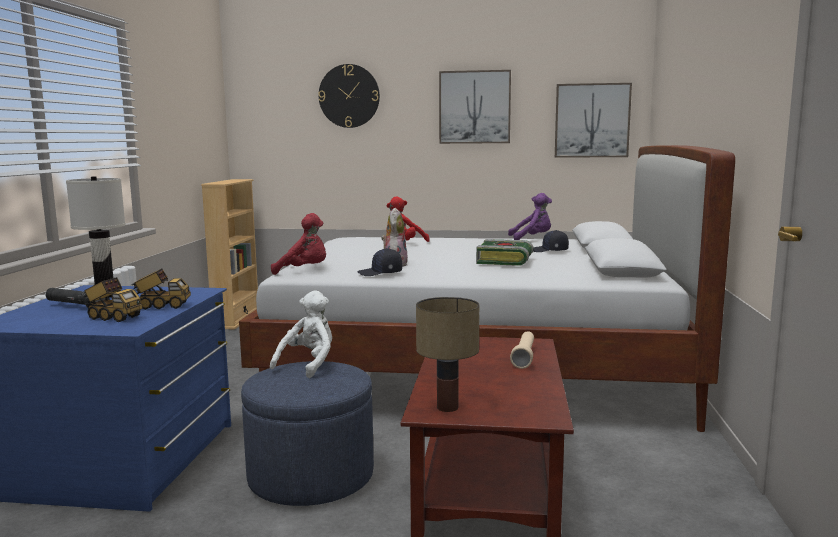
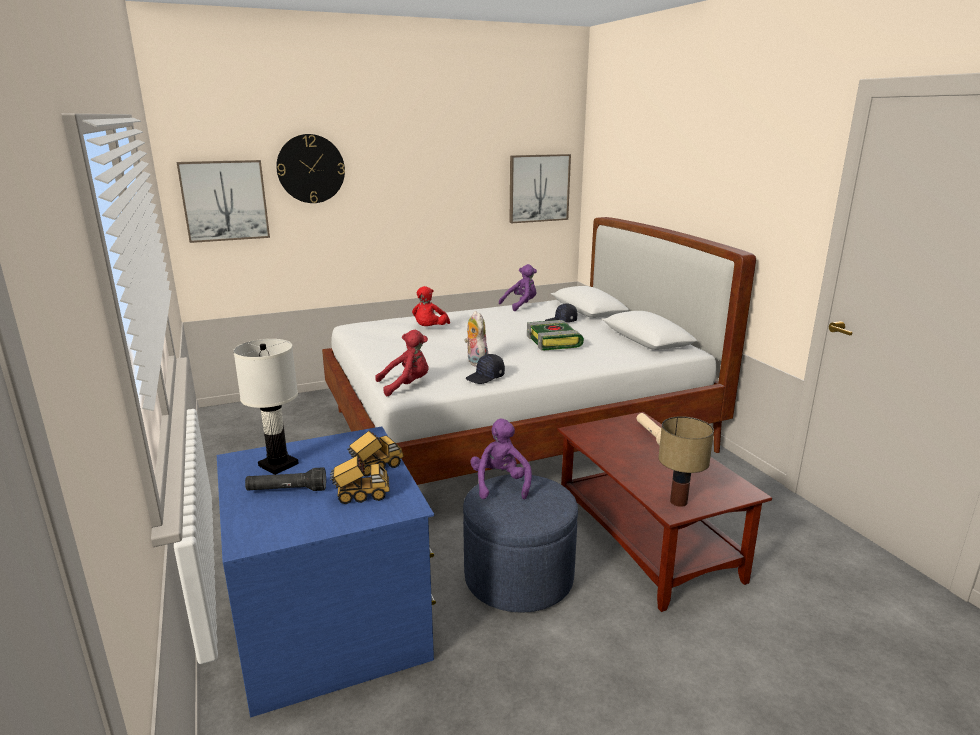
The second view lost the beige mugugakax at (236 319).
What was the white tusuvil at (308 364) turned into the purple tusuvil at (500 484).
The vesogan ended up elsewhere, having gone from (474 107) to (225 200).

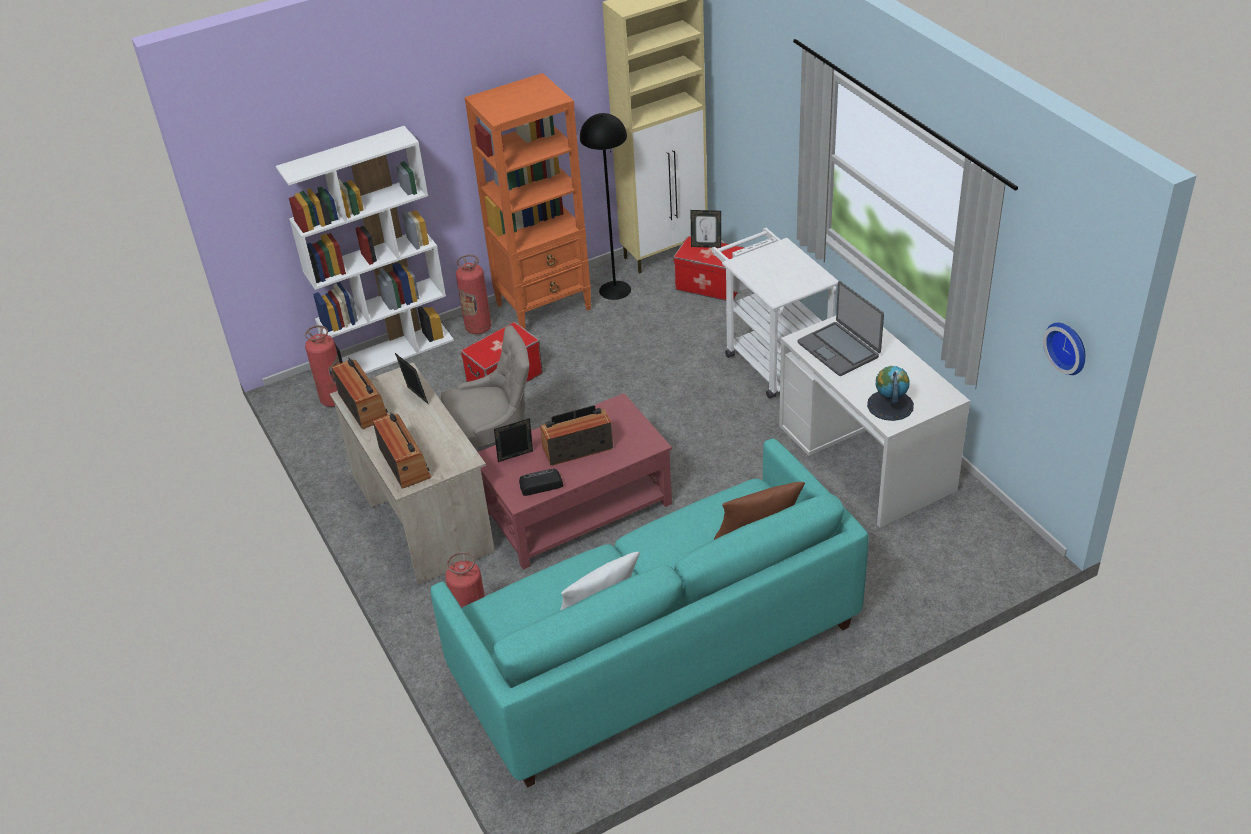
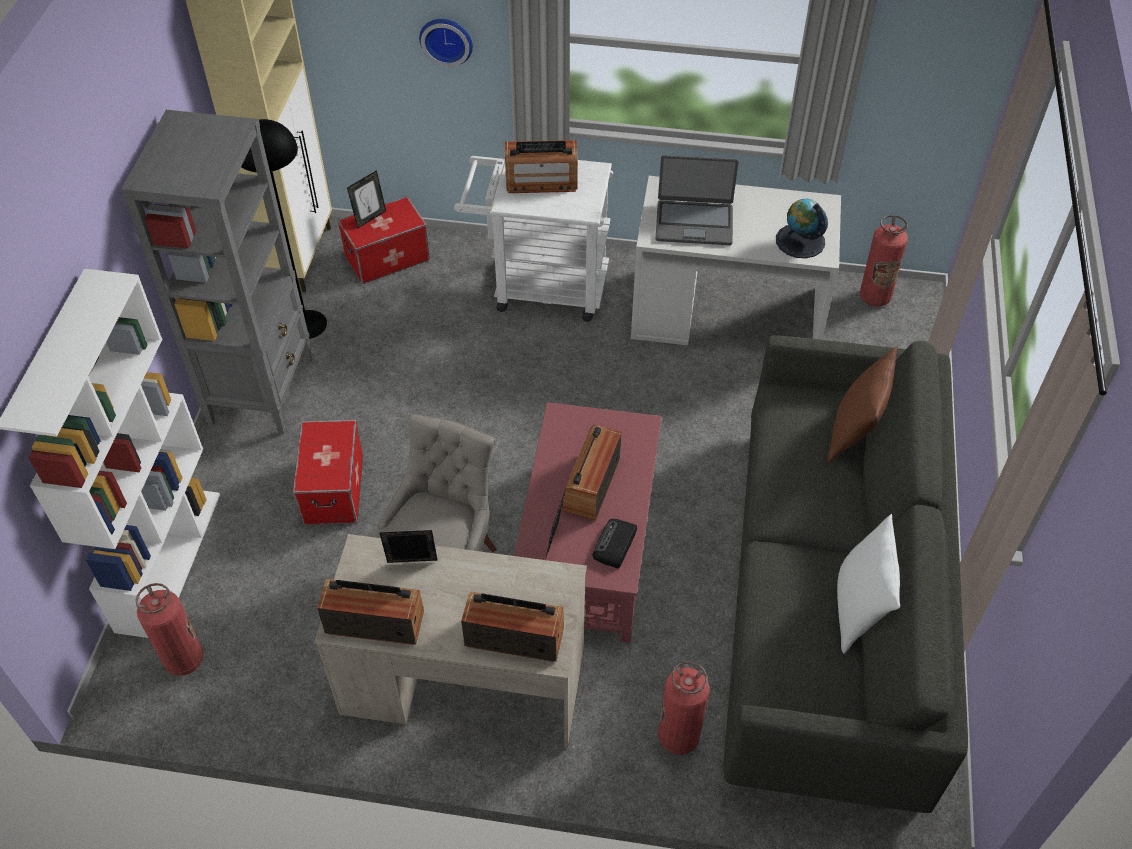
What was the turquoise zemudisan at (656 651) turned into the grey zemudisan at (829 604).
The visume ended up elsewhere, having gone from (478 328) to (874 297).
What was the orange mugugakax at (544 307) turned into the grey mugugakax at (262 390).
The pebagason ended up elsewhere, having gone from (1068 347) to (447 39).
The second view gained the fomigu at (541 181).

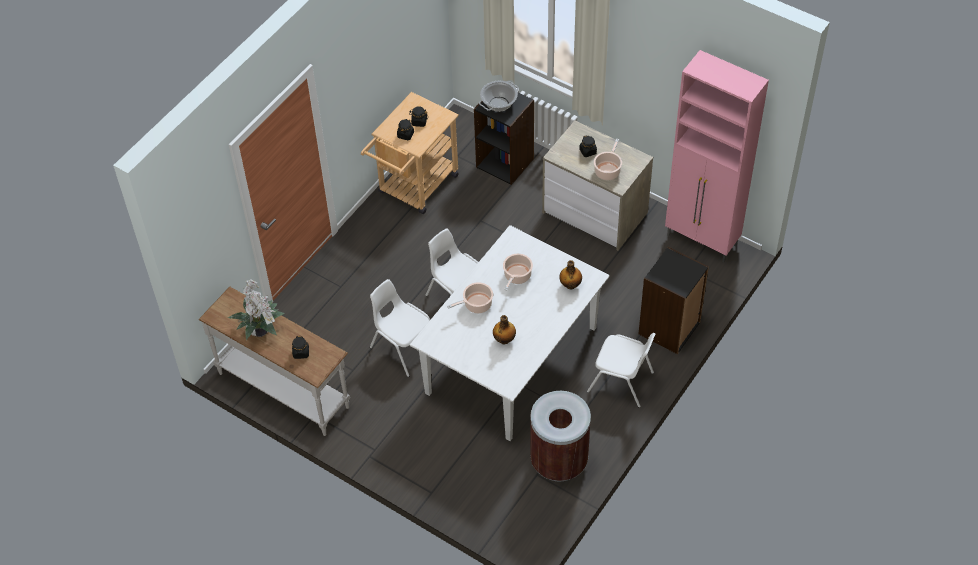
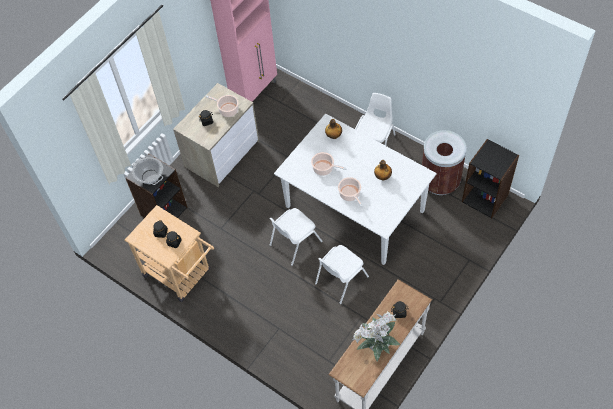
The black mugugakax ended up elsewhere, having gone from (670 328) to (485 198).

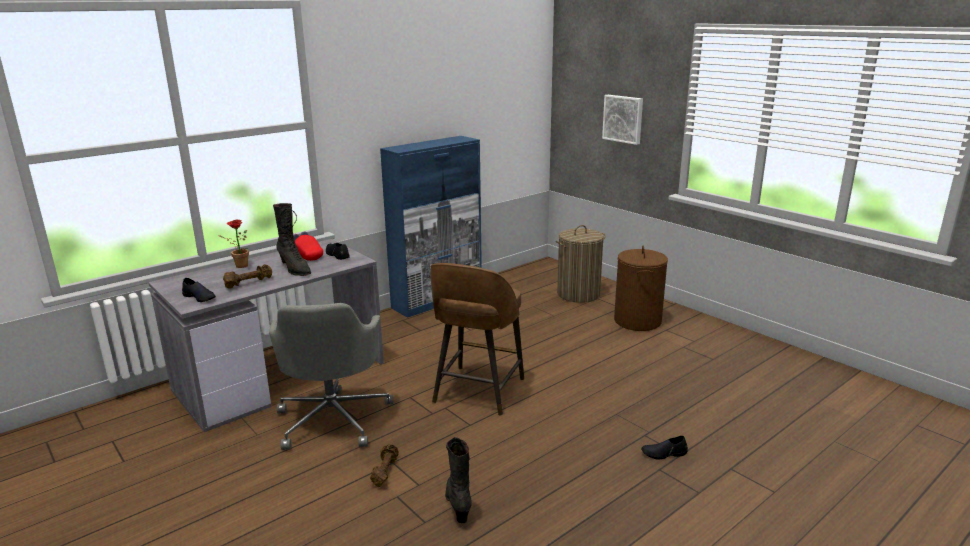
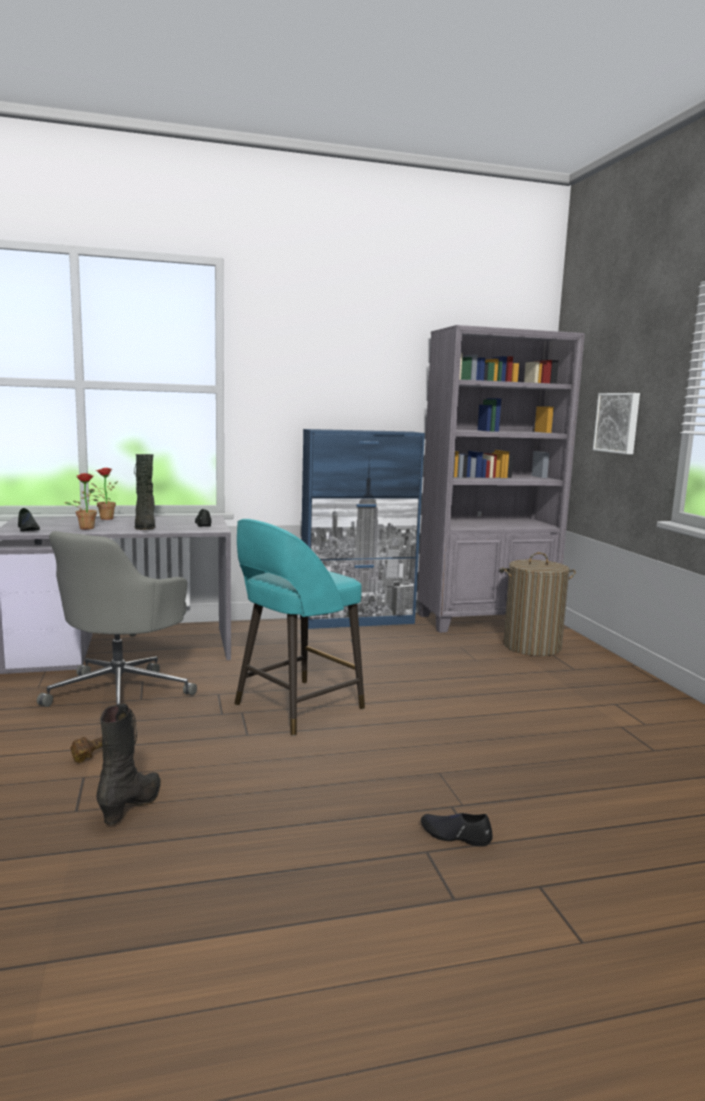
Where the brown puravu stood at (248 283), the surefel came to stand at (86 527).
The second view lost the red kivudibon at (306 256).
What was the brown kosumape at (477 392) turned into the turquoise kosumape at (295 707).
The second view lost the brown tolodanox at (637 321).
The second view gained the grey mugugakax at (486 621).

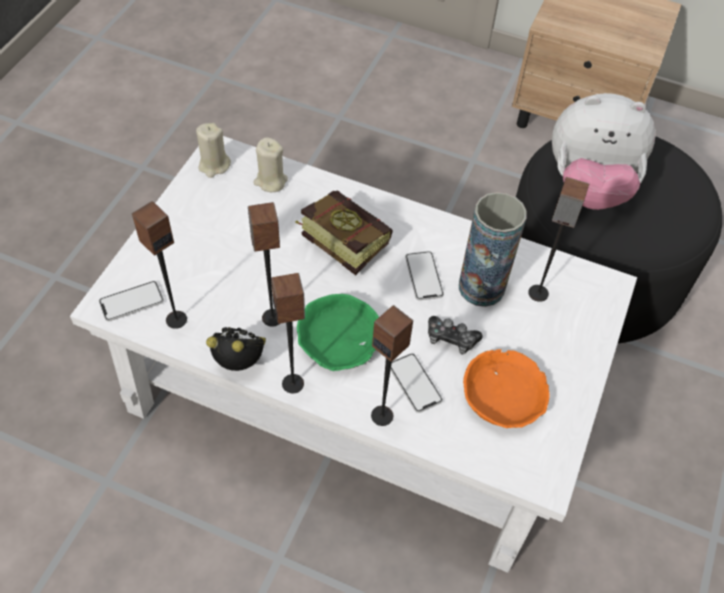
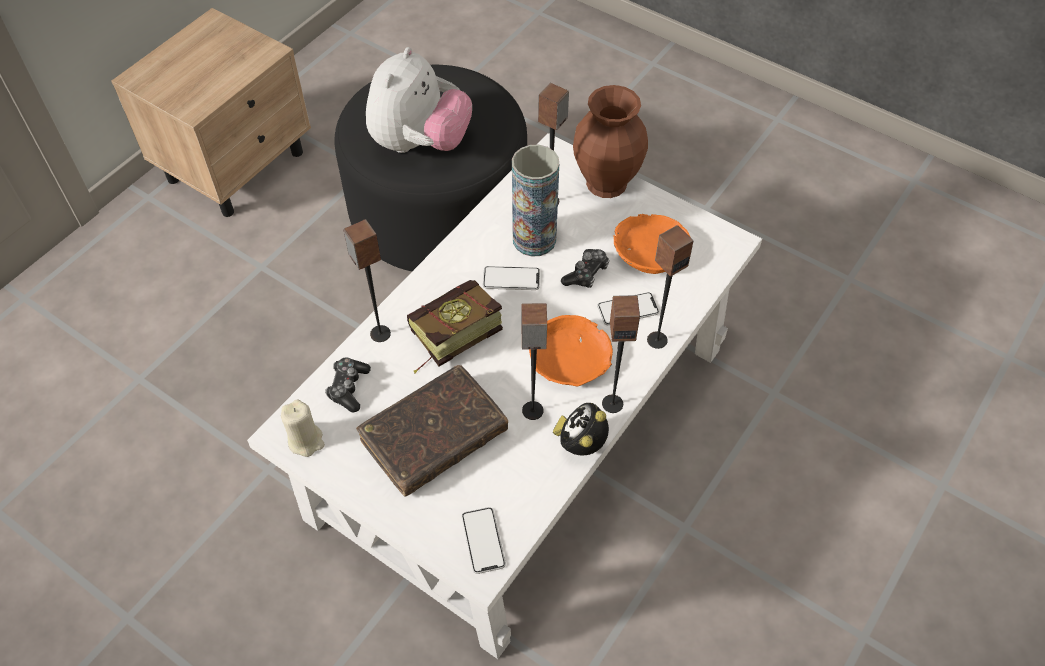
The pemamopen ended up elsewhere, having gone from (176 319) to (380 334).
Where the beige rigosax stood at (270 181), the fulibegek came to stand at (348 388).
What was the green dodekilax at (338 340) turned into the orange dodekilax at (570 359).
The second view gained the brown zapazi at (434 437).
The second view gained the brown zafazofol at (608 183).

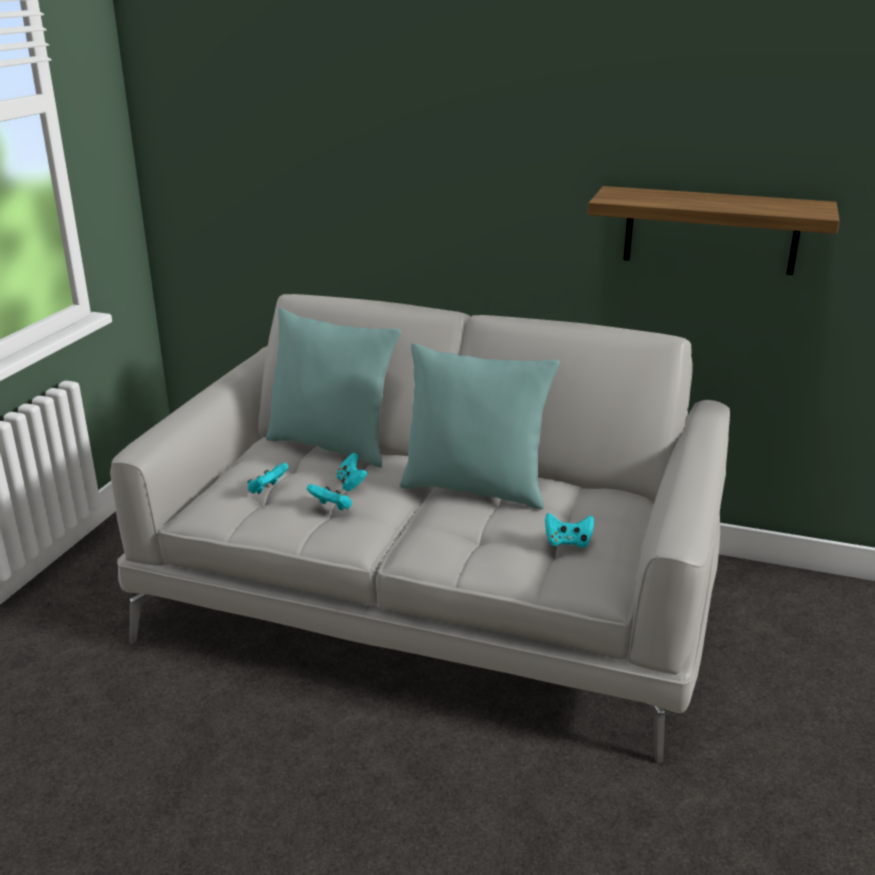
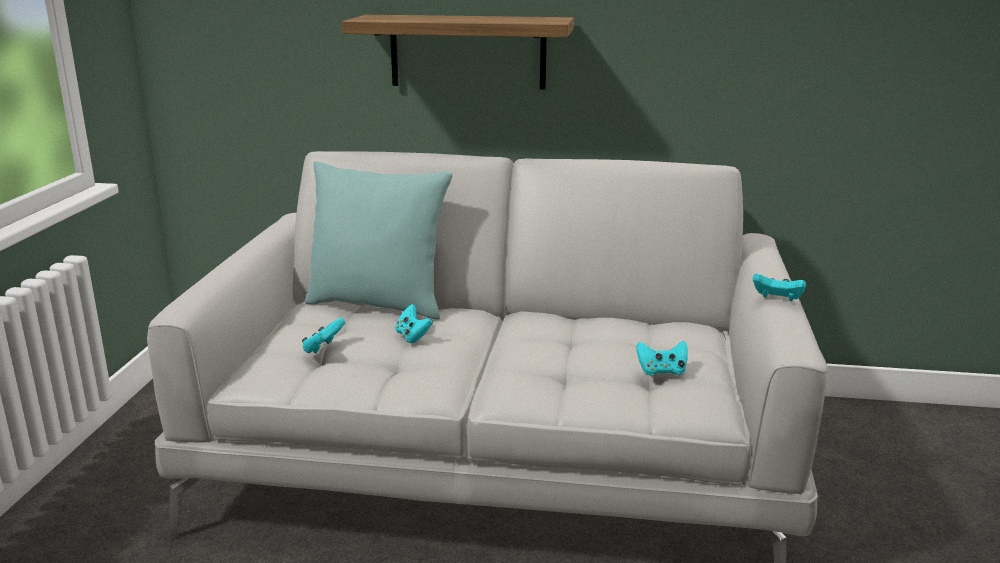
The turquoise fulibegek ended up elsewhere, having gone from (331 508) to (777 299).
The second view lost the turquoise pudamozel at (475 488).
The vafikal ended up elsewhere, having gone from (710 230) to (468 52).

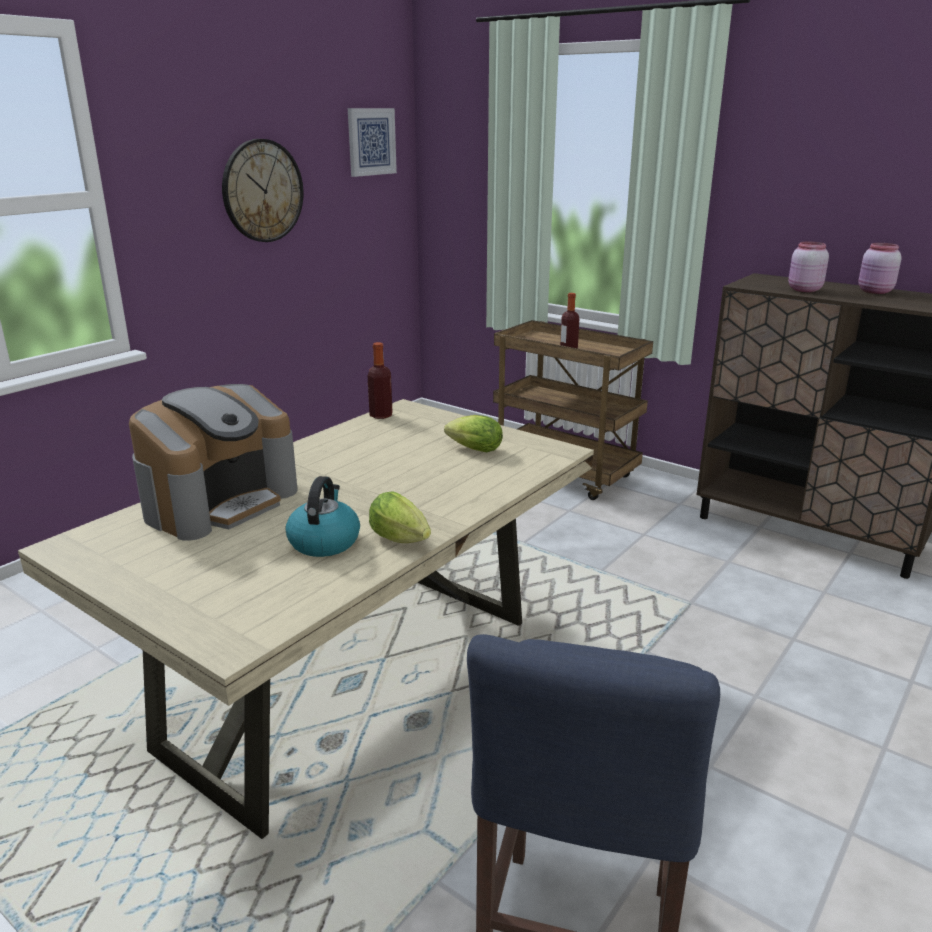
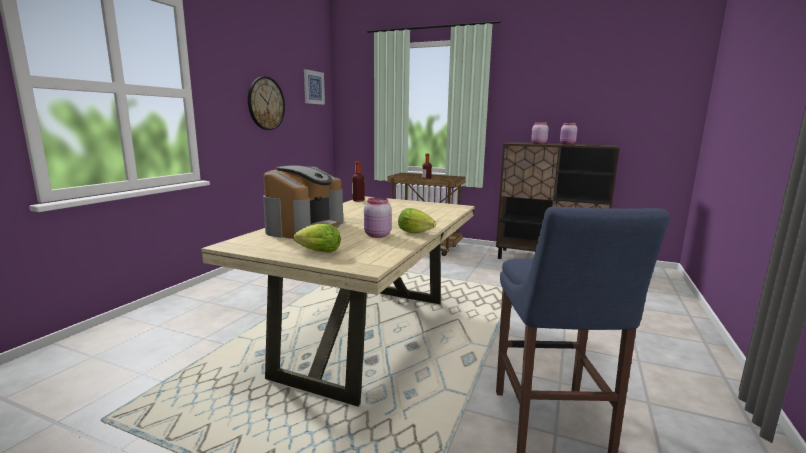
Where the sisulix stood at (324 541), the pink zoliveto came to stand at (377 235).
The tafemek ended up elsewhere, having gone from (472 449) to (317 252).

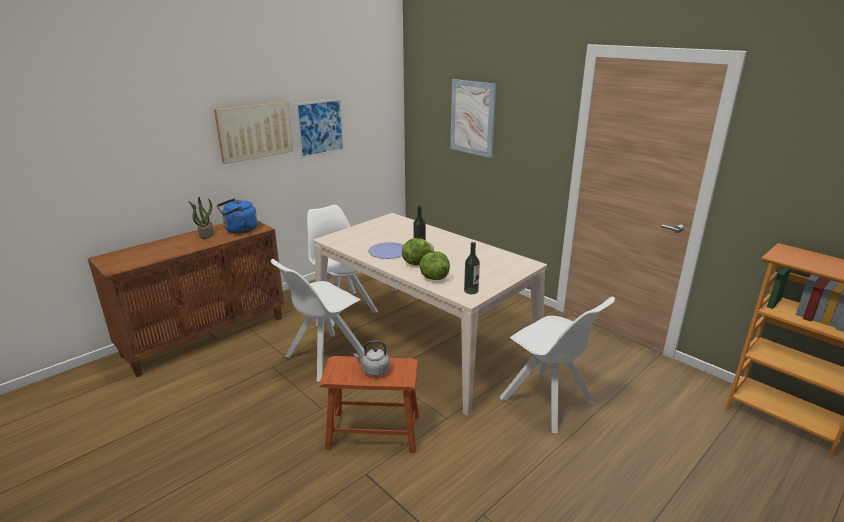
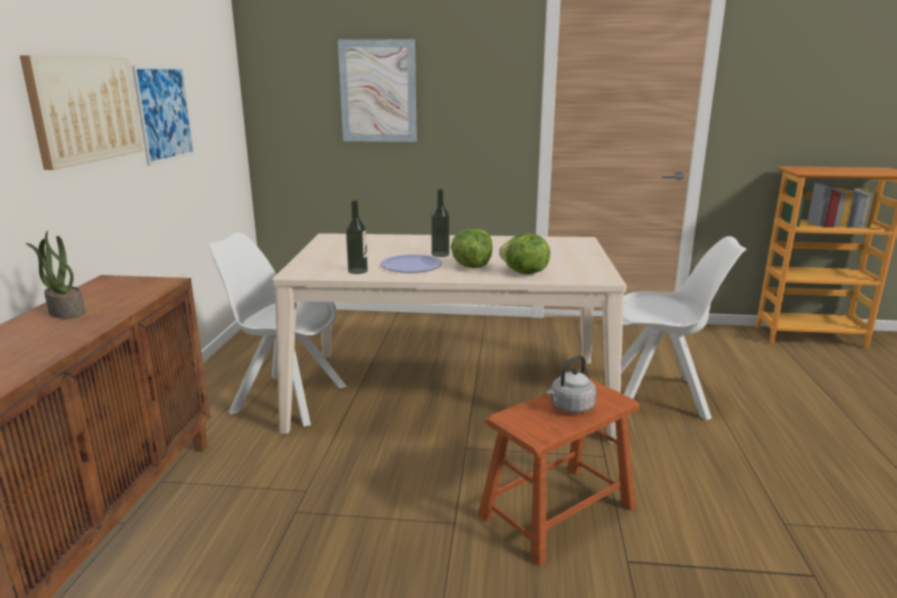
The second view lost the blue sisulix at (239 230).
The second view lost the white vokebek at (324 357).
The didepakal ended up elsewhere, having gone from (471 291) to (358 271).

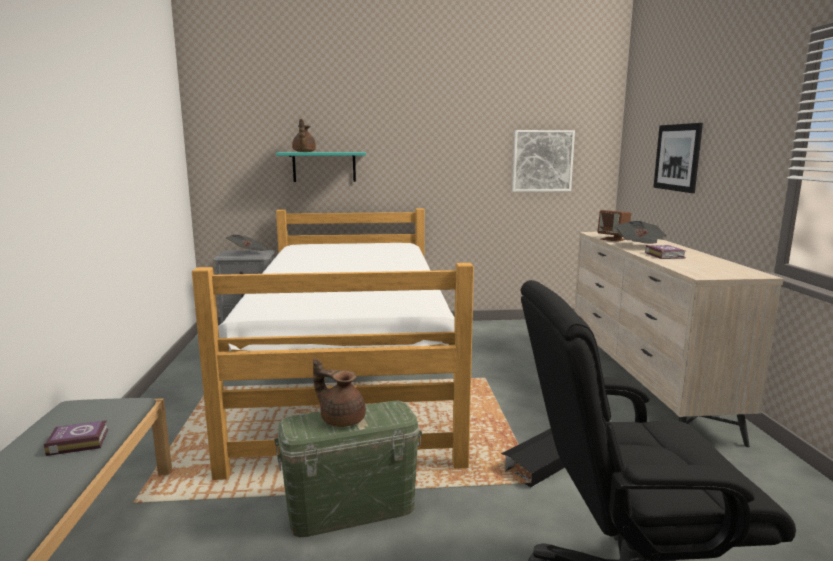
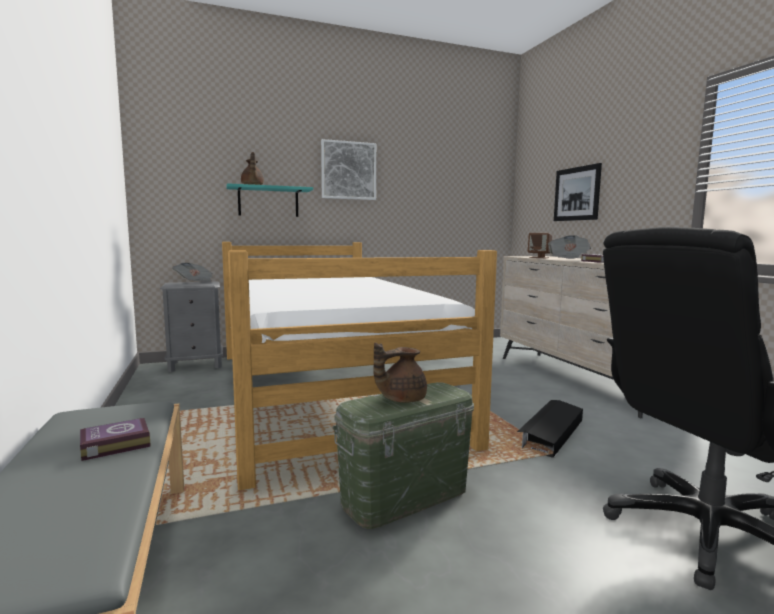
The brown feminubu at (341 419) ended up facing another way, 45 degrees counterclockwise from before.
The vesogan ended up elsewhere, having gone from (542 161) to (348 170).

